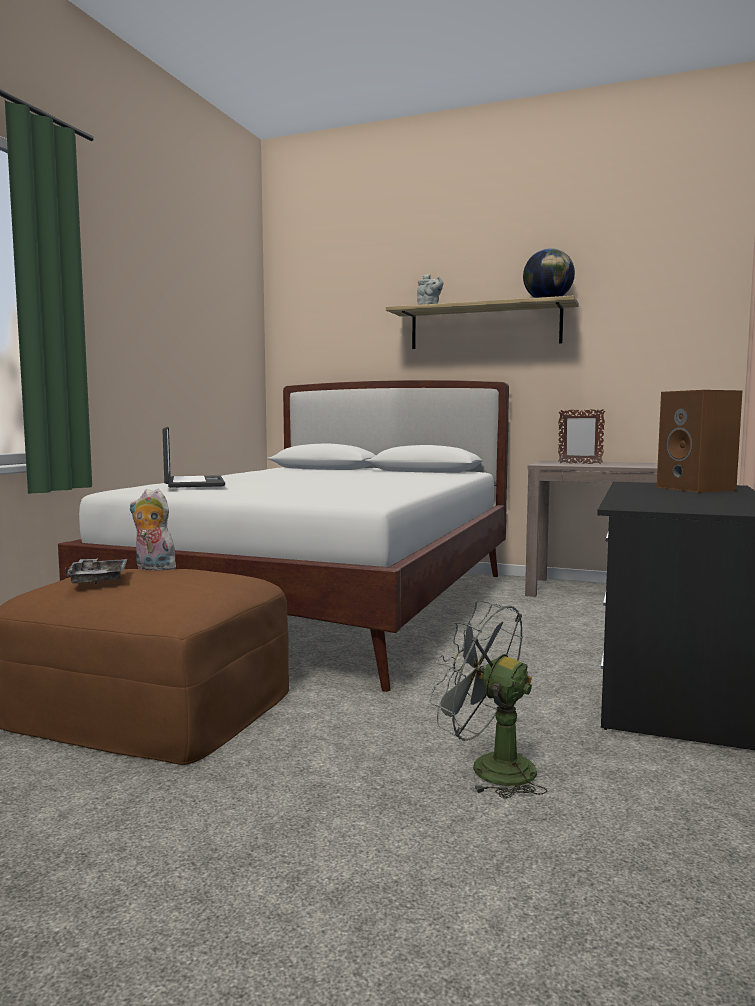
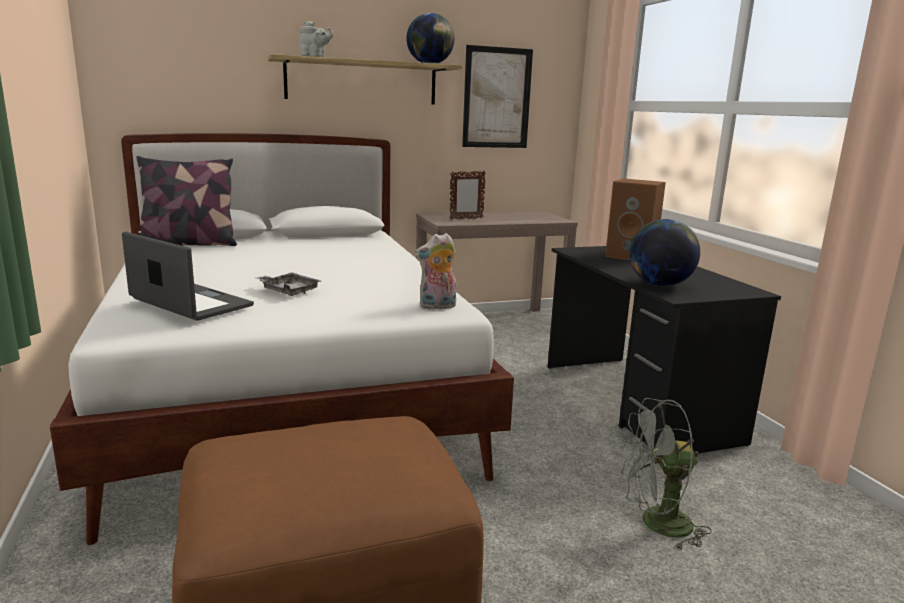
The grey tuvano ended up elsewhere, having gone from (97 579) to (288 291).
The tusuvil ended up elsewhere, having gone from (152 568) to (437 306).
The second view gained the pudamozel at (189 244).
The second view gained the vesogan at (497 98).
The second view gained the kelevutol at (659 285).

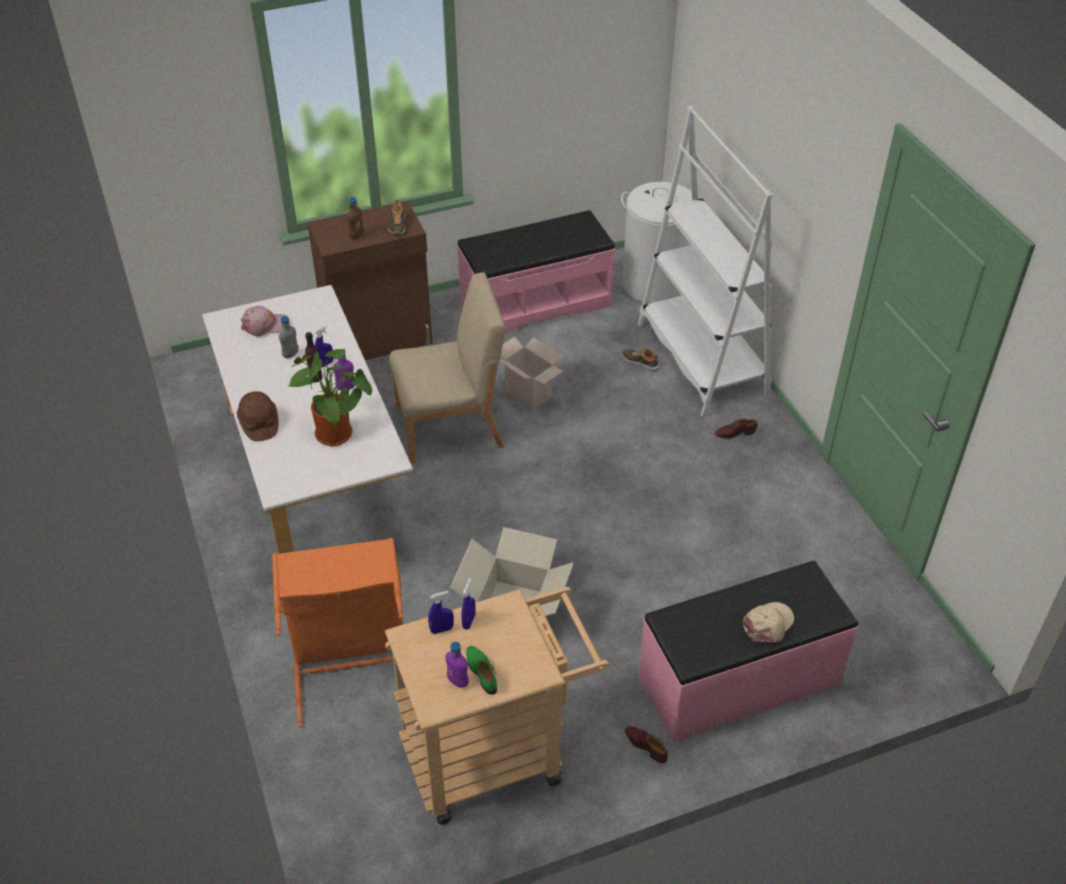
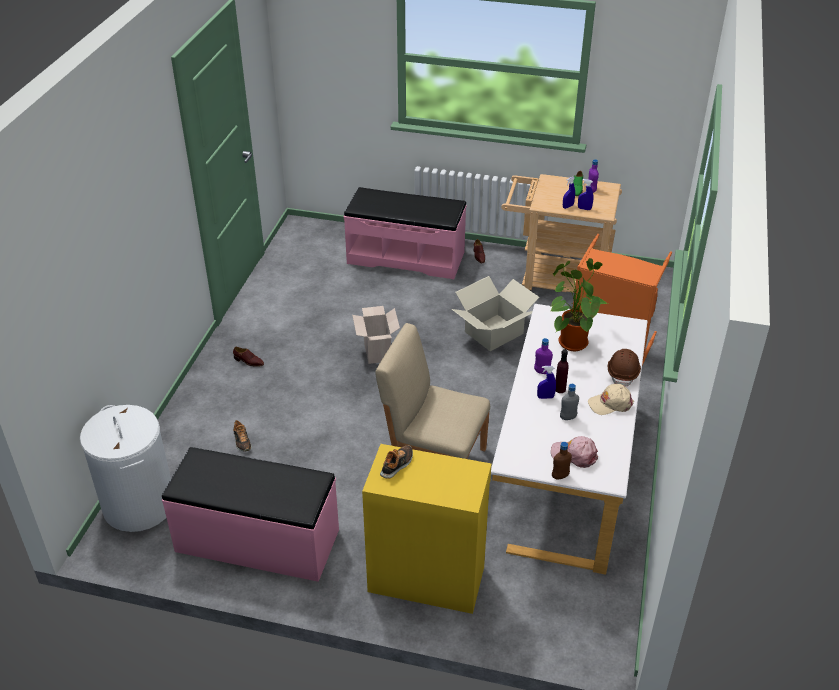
What was the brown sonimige at (379 340) turned into the yellow sonimige at (426 577).
The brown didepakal ended up elsewhere, having gone from (356 235) to (560 476).
The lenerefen ended up elsewhere, having gone from (530 394) to (376 351).
The second view lost the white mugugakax at (701 359).
The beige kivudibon ended up elsewhere, having gone from (768 624) to (610 404).

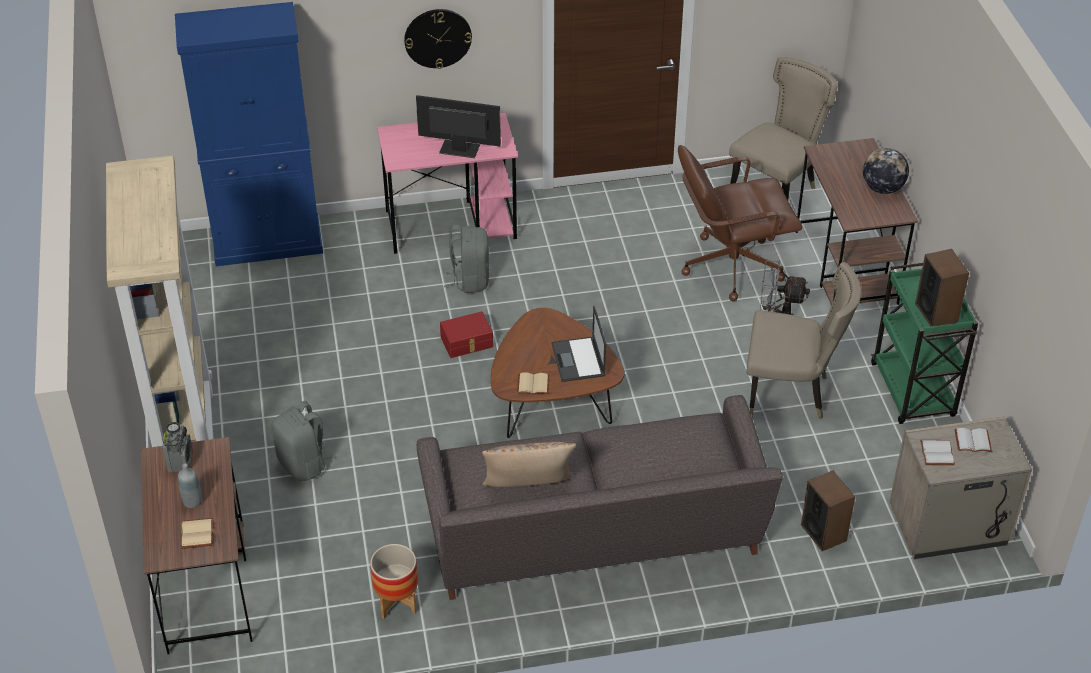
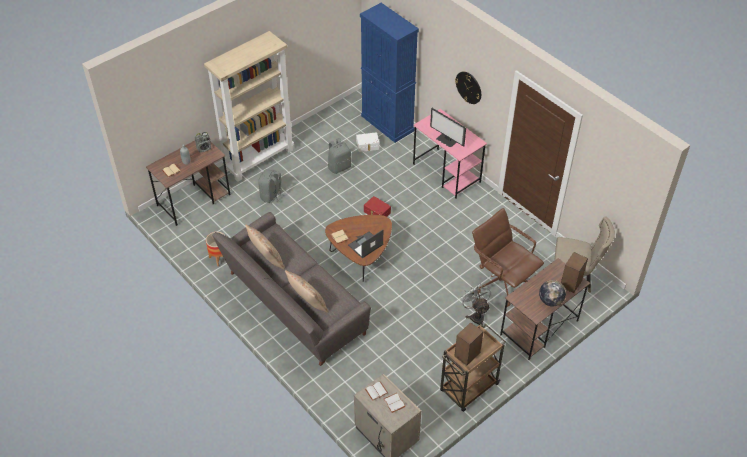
The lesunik at (459 149) ended up facing another way, 150 degrees clockwise from before.
The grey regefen ended up elsewhere, having gone from (470 280) to (339 167).
The second view lost the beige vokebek at (791 393).
The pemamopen ended up elsewhere, having gone from (823 532) to (571 283).
What was the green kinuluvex at (913 392) turned into the brown kinuluvex at (468 388).
The second view gained the beige pudamozel at (308 304).
The second view gained the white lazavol at (367 146).

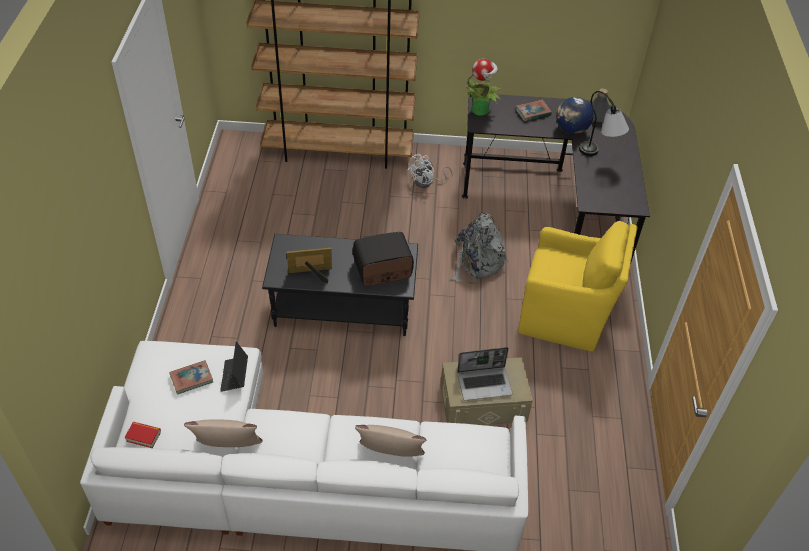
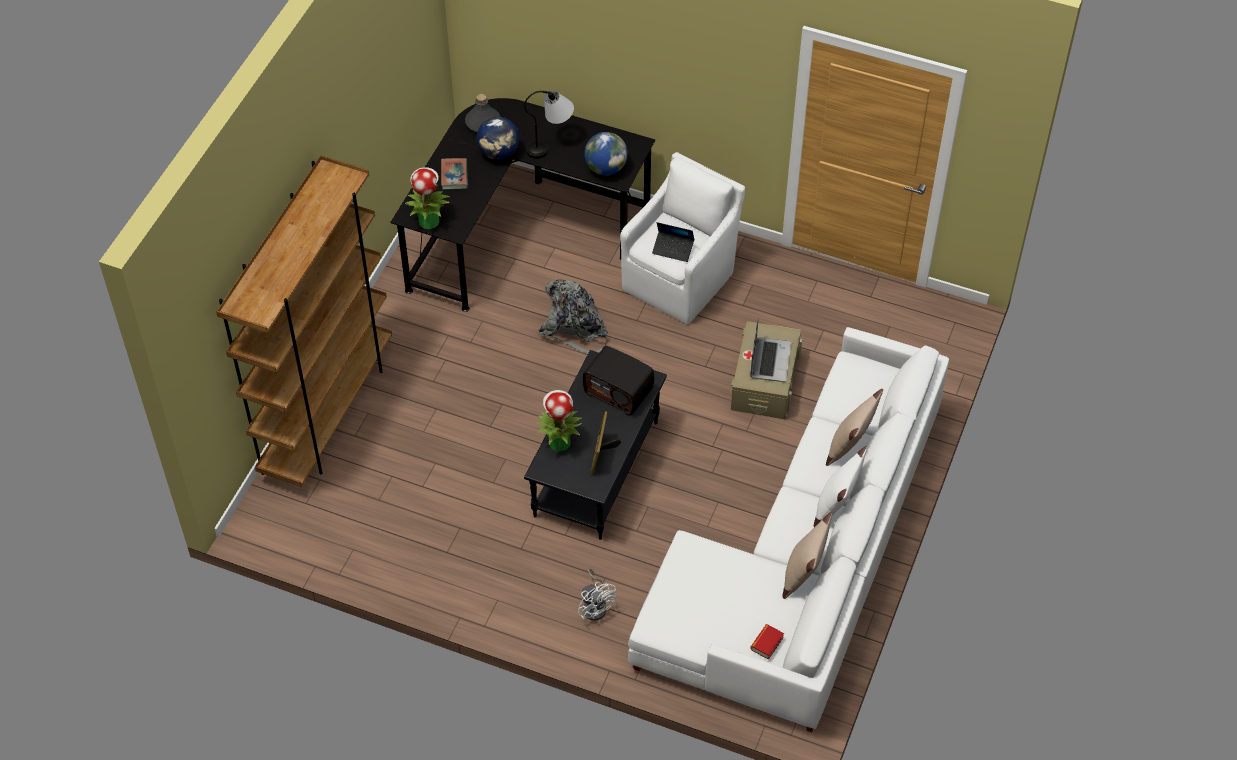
The second view lost the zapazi at (191 378).
The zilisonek ended up elsewhere, having gone from (234 376) to (673 249).
The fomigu at (382 270) ended up facing another way, 60 degrees counterclockwise from before.
The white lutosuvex ended up elsewhere, having gone from (427 182) to (596 606).
What was the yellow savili at (565 317) turned into the white savili at (680 279).
The second view gained the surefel at (559 441).
The second view gained the kelevutol at (606 168).
The second view gained the white pudamozel at (836 505).

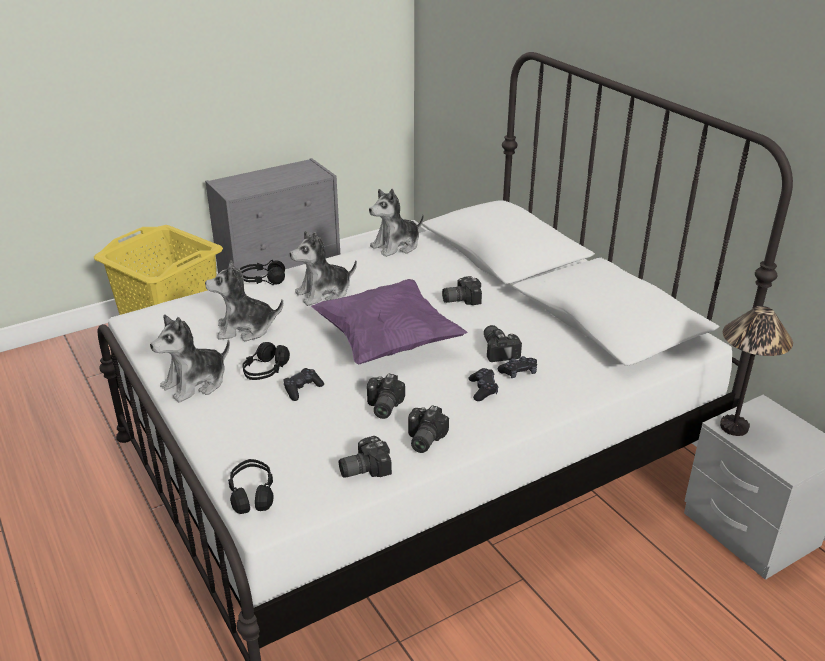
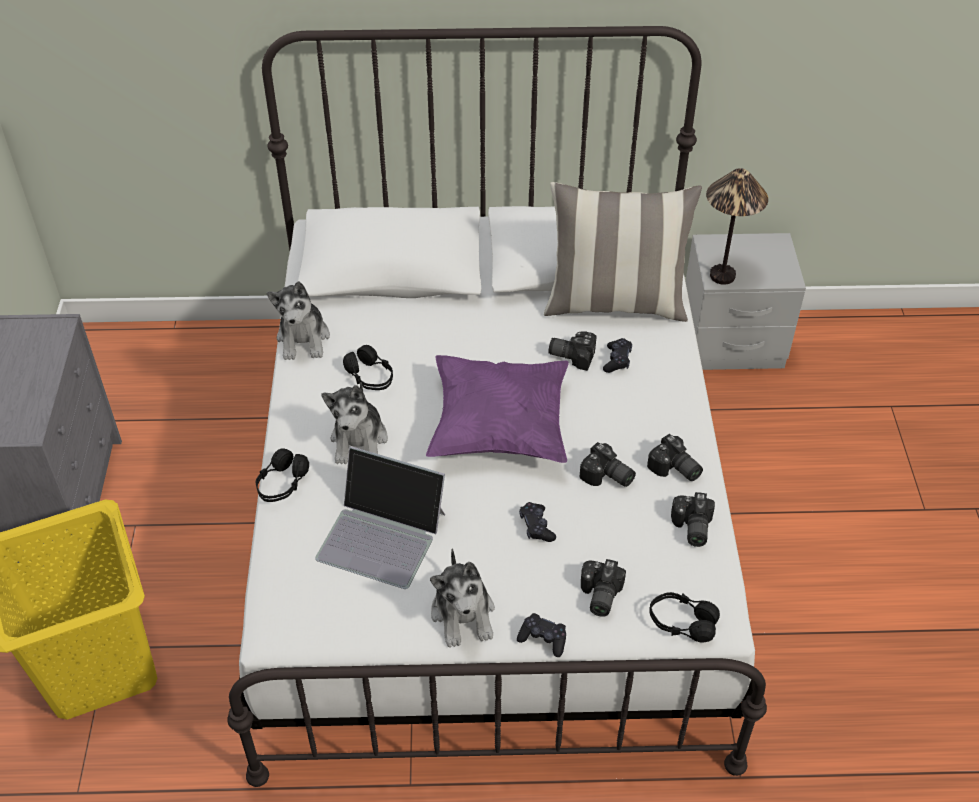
Where the tusuvil stood at (245 329), the zilisonek came to stand at (382 535).
The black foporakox ended up elsewhere, having gone from (265 371) to (370 377).
The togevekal ended up elsewhere, having gone from (460 299) to (598 595).
The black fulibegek ended up elsewhere, having gone from (483 389) to (543 639).
The second view gained the pudamozel at (615 303).

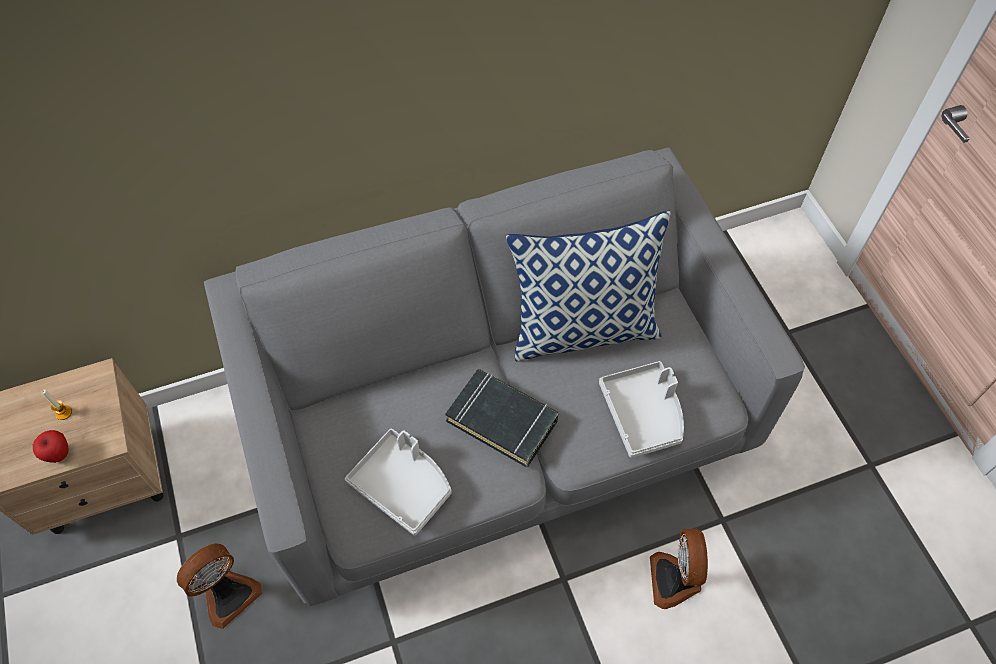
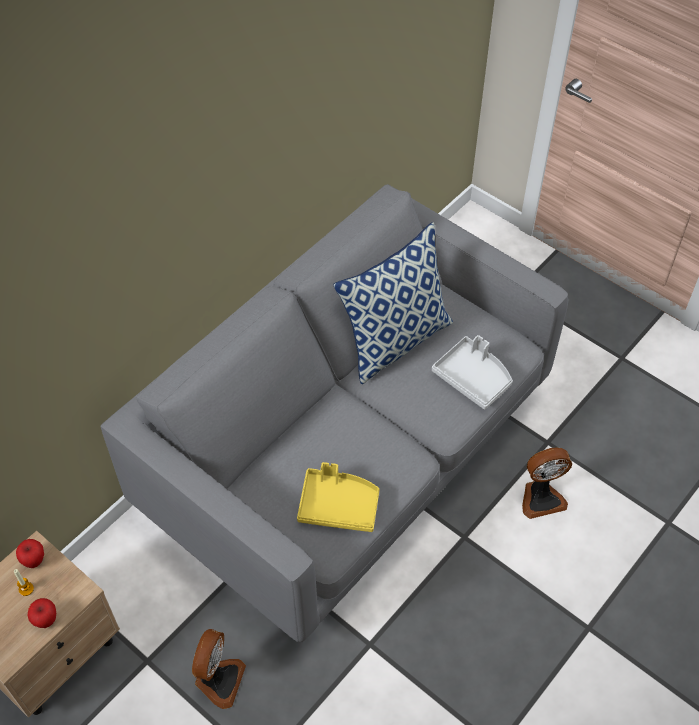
What was the grey tuvano at (403 485) turned into the yellow tuvano at (338 505).
The second view lost the black zapazi at (502 420).
The lutosuvex at (675 580) ended up facing another way, 75 degrees counterclockwise from before.
The second view gained the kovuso at (34 561).

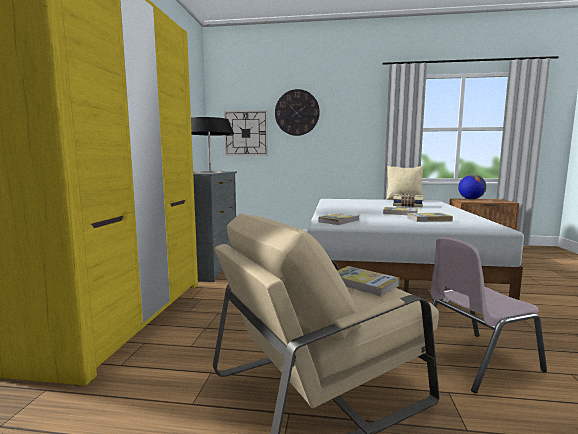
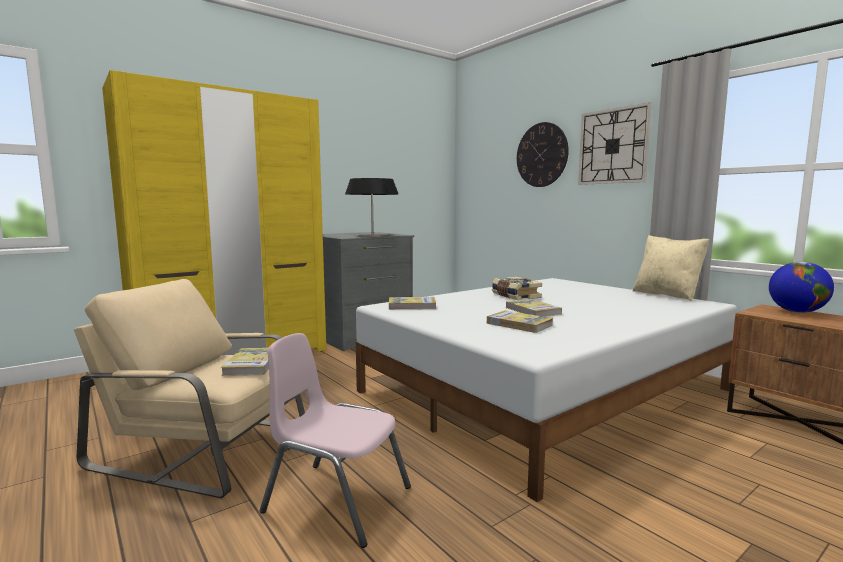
The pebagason ended up elsewhere, having gone from (246 133) to (613 146).
The zapazi ended up elsewhere, having gone from (407 206) to (515 296).

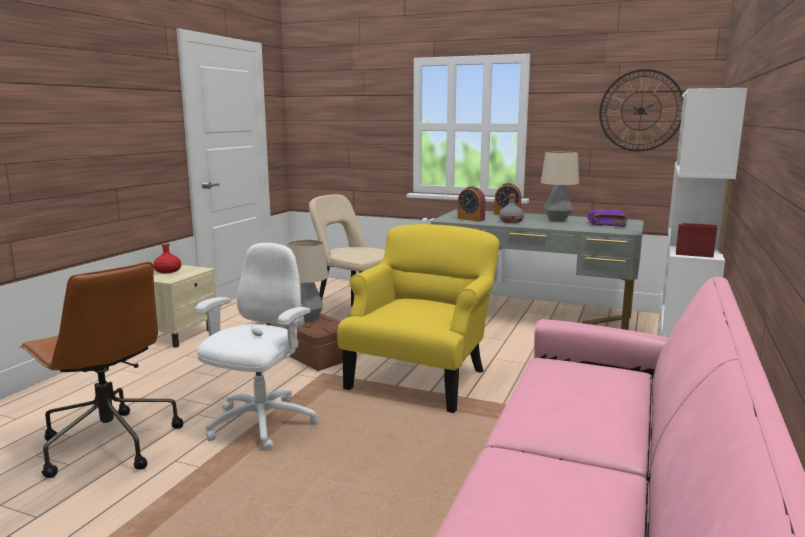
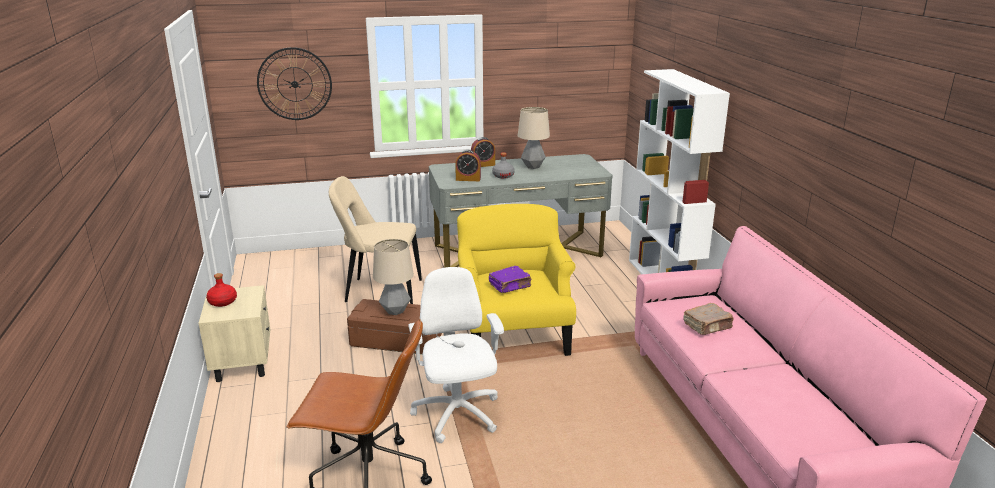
The purple zapazi ended up elsewhere, having gone from (606 225) to (510 286).
The pebagason ended up elsewhere, having gone from (641 110) to (294 84).
The second view gained the brown zapazi at (707 326).

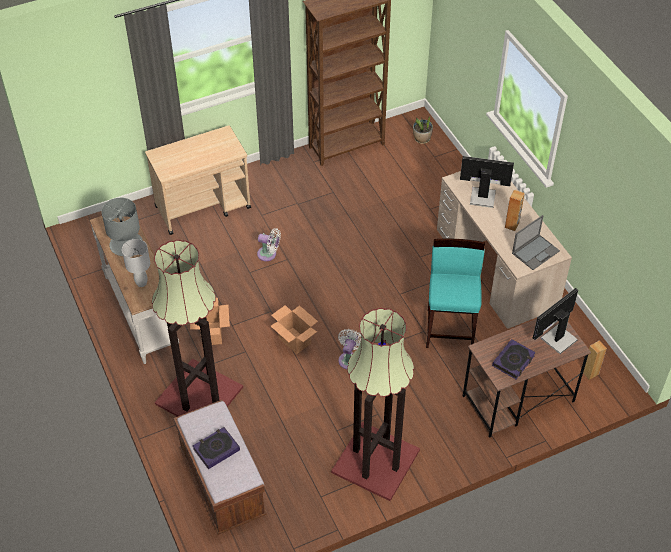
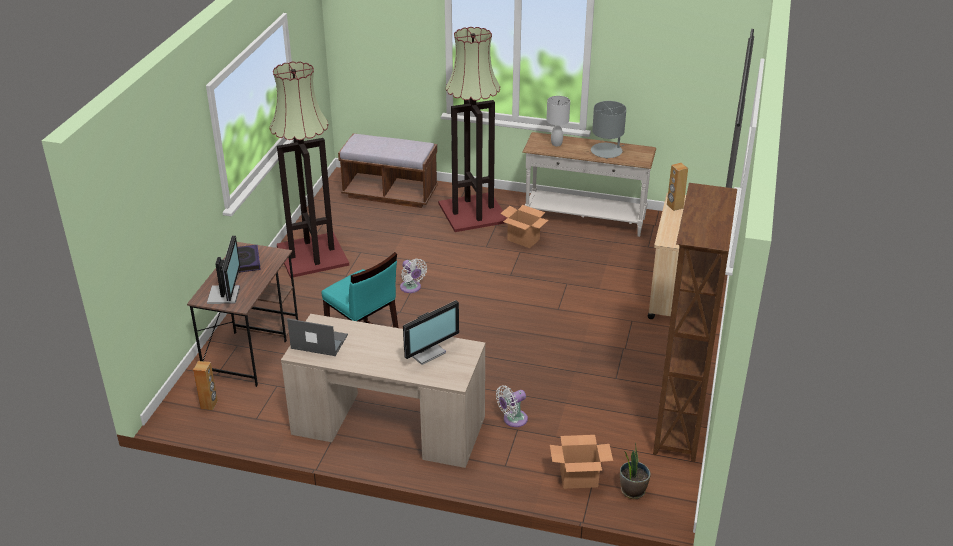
The second view lost the zapazi at (216 449).
The white lutosuvex ended up elsewhere, having gone from (268 254) to (513 420).
The lenerefen ended up elsewhere, having gone from (294 340) to (579 478).
The brown pemamopen ended up elsewhere, having gone from (512 225) to (674 206).
The zilisonek at (536 252) ended up facing another way, 105 degrees clockwise from before.

